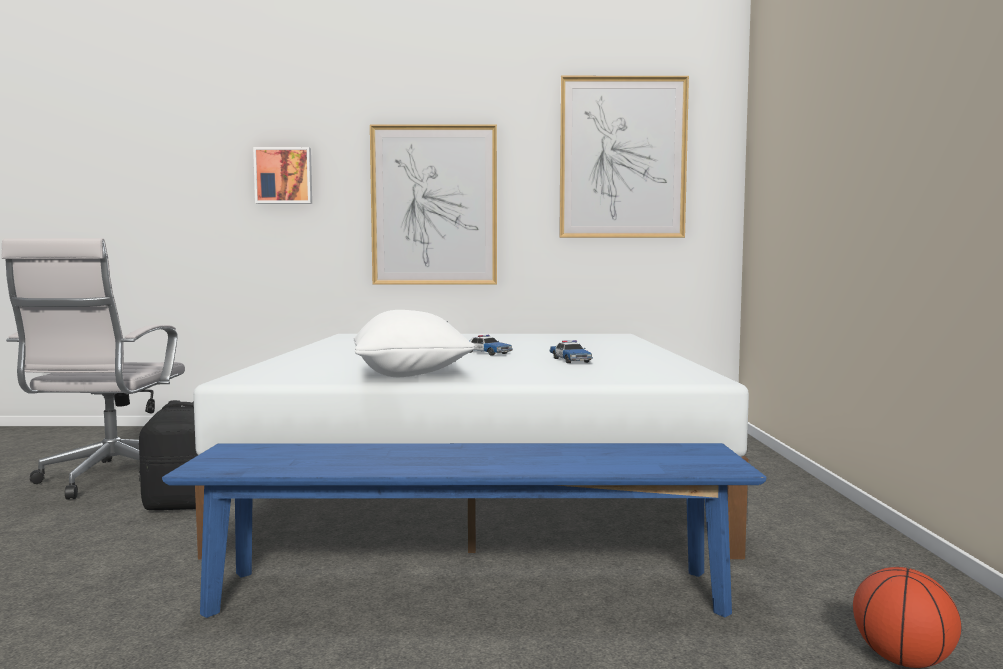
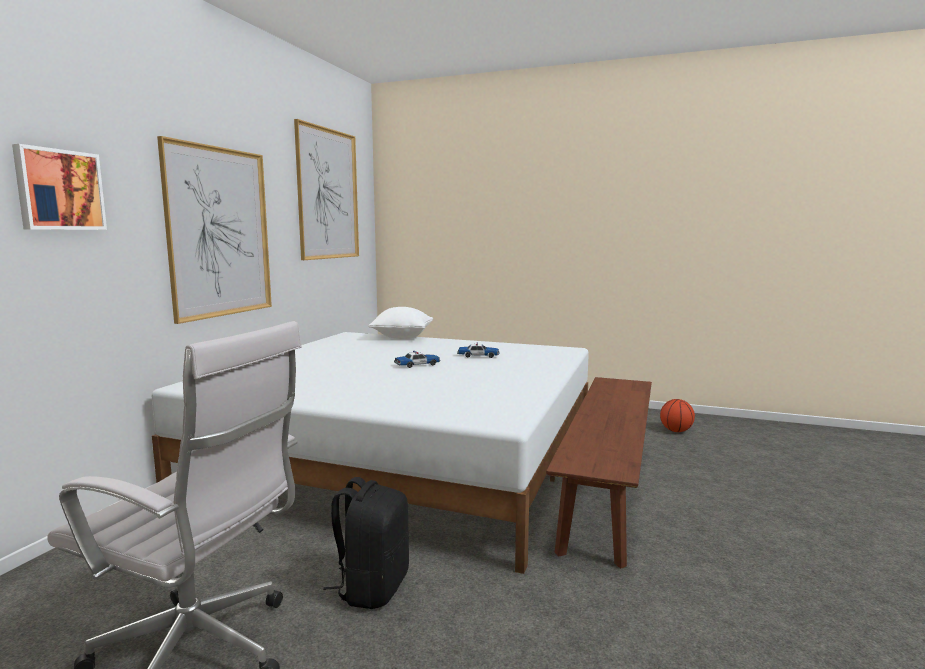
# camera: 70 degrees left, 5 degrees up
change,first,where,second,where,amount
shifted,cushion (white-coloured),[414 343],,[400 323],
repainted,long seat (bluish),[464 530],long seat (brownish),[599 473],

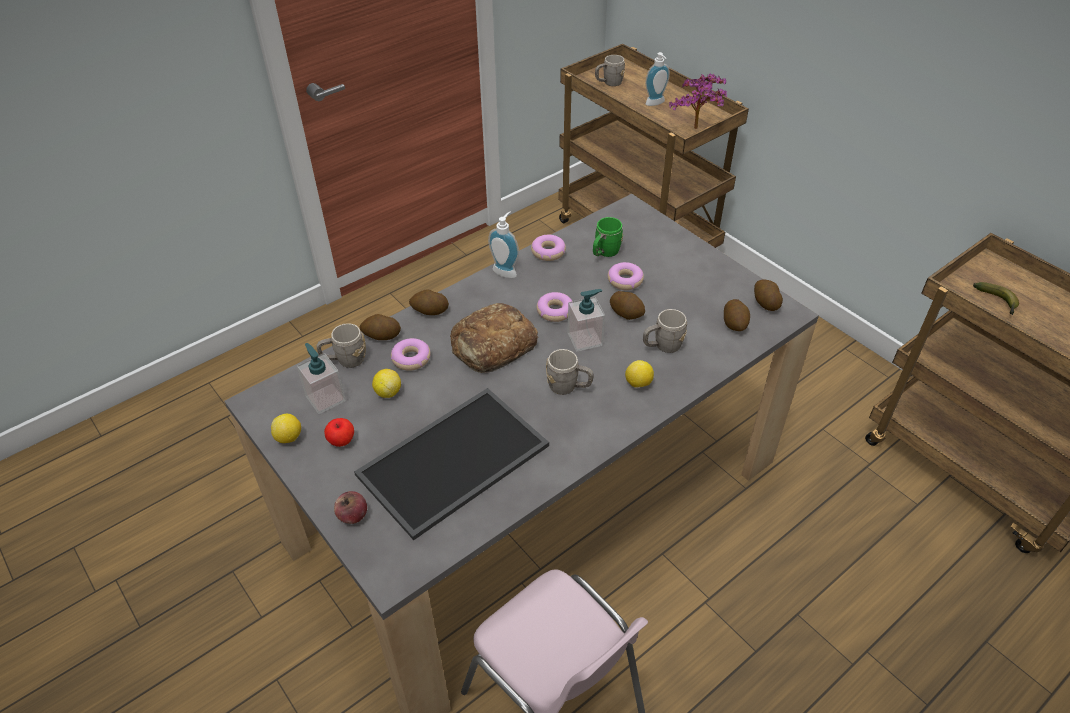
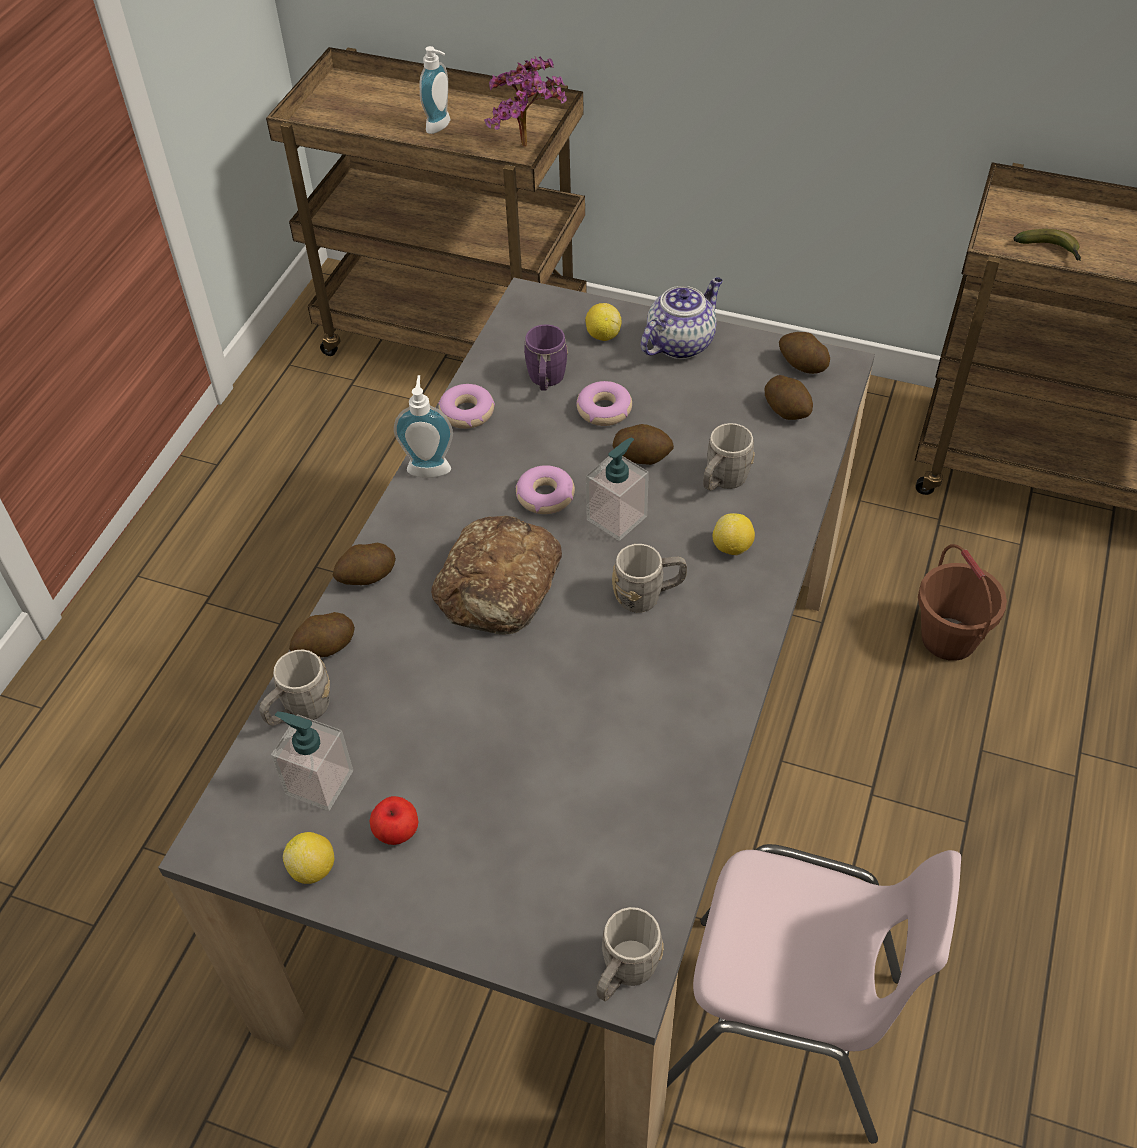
# camera: 30 degrees left, 5 degrees up
change,first,where,second,where,amount
gone,apple,[350 507],,,
gone,tray,[451 464],,,
gone,doughnut,[411 354],,,
new,,,teapot,[682 318],
new,,,pail (brownish),[962 602],
shifted,lemon,[386 383],,[603 322],
shifted,tea mug (grey),[610 70],,[630 954],
repainted,tea mug (greenish),[608 237],tea mug (purple),[546 357],

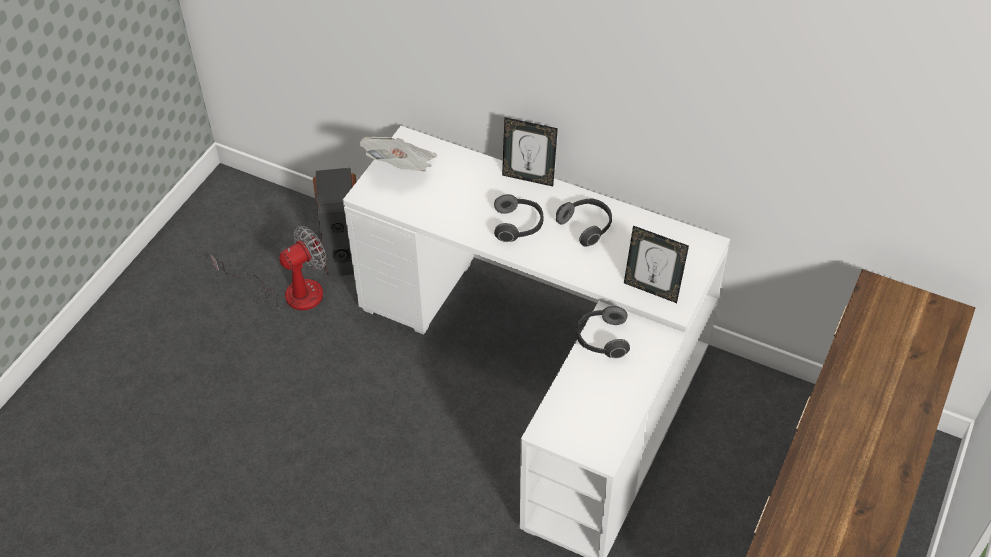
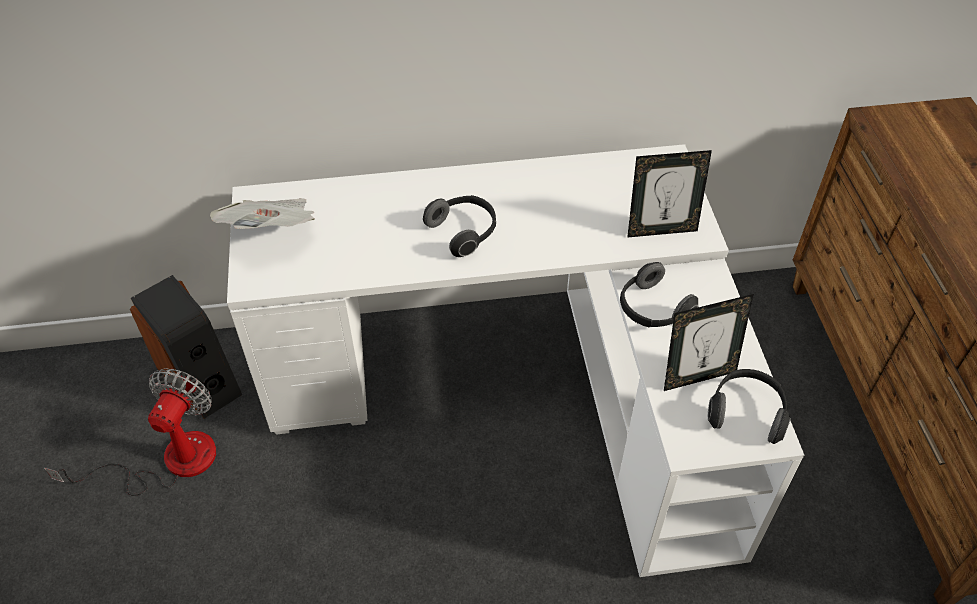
# camera: 35 degrees left, 0 degrees up
change,first,where,second,where,amount
shifted,picture frame,[530 151],,[708 342],
shifted,headphones,[584 222],,[749 406],

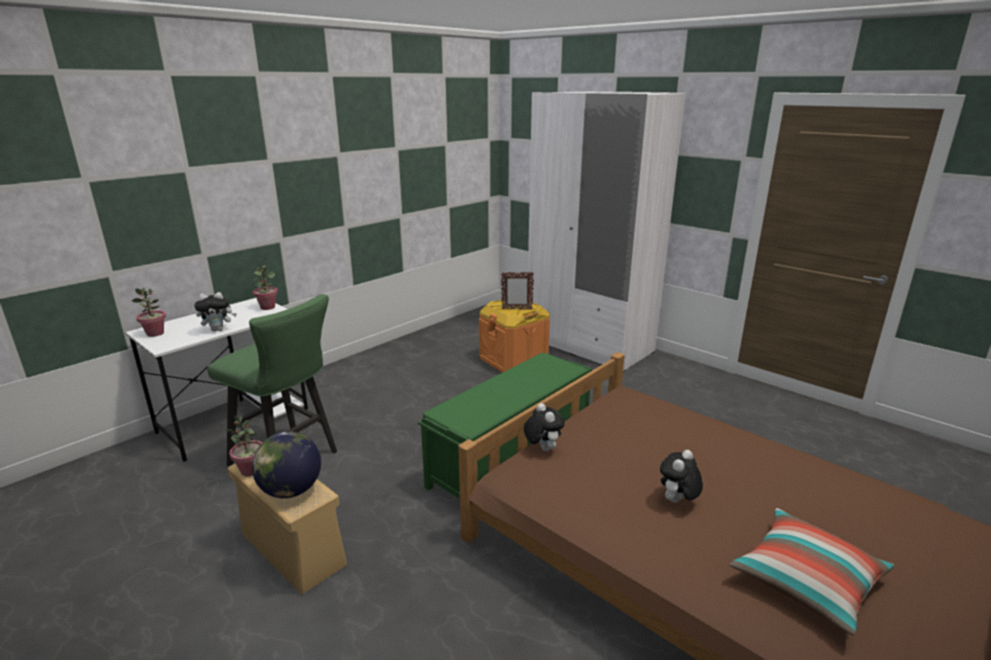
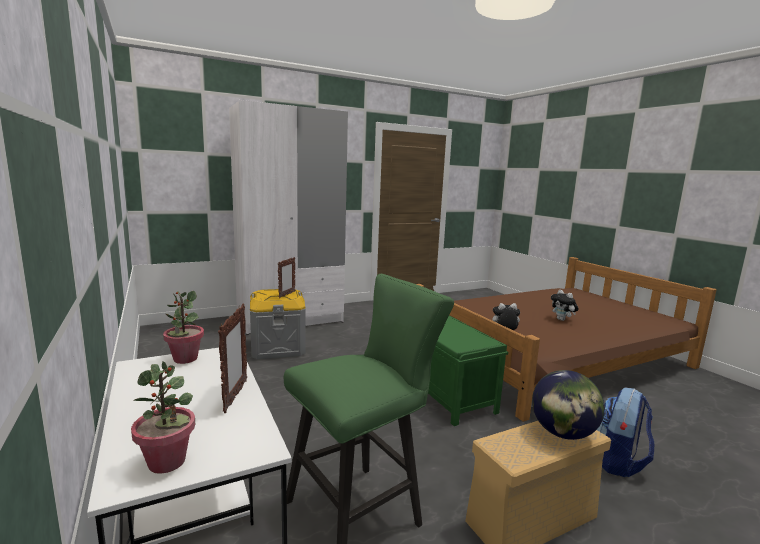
# camera: 70 degrees left, 10 degrees down
change,first,where,second,where,amount
gone,houseplant,[244 446],,,
gone,cushion,[811 572],,,
new,,,backpack,[625 432],
swapped,plush toy,[215 312],picture frame,[232 358],
repainted,storage box (orange),[514 336],storage box (grey),[277 324],

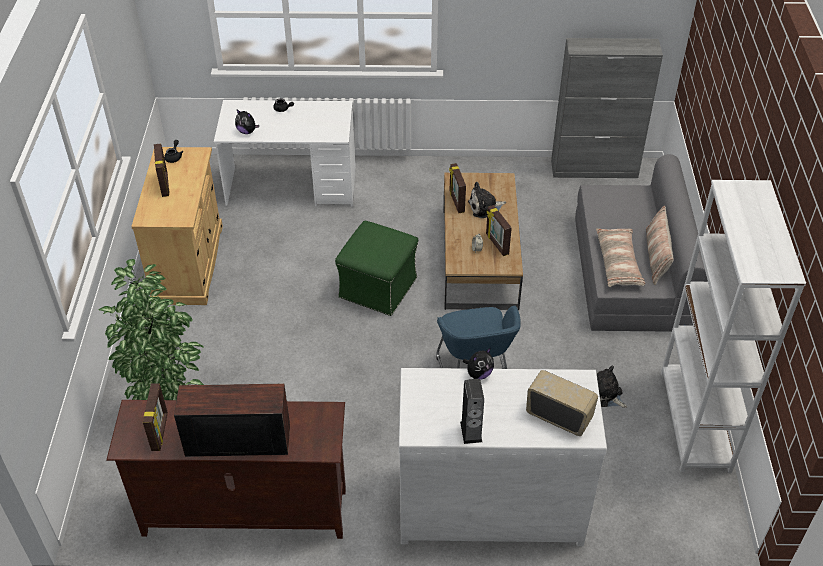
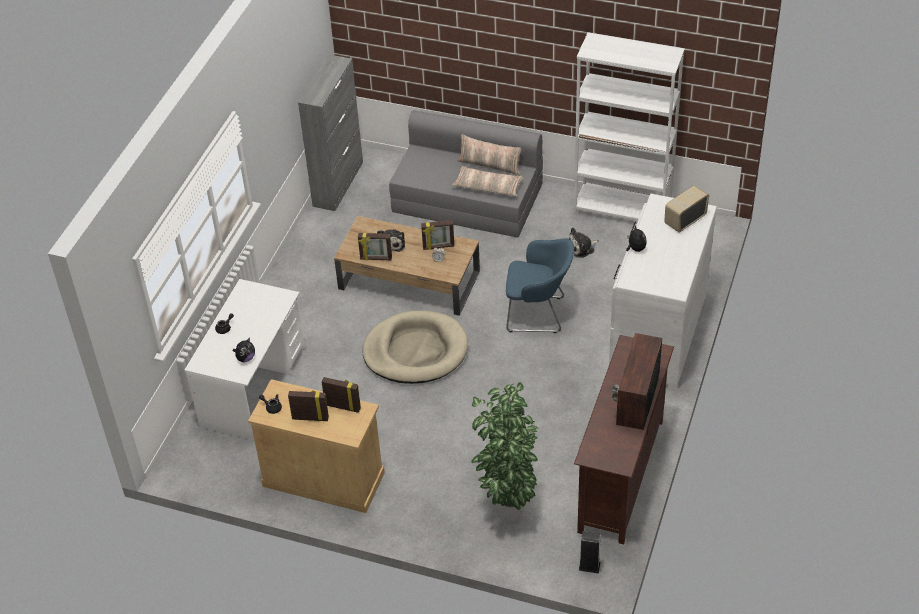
# camera: 70 degrees left, 0 degrees up
change,first,where,second,where,amount
shifted,picture frame,[155 417],,[341 395],
shifted,loudspeaker,[472 411],,[590 552],
swapped,footrest (greenish),[376 268],pet bed (sand-coloured),[415 347],

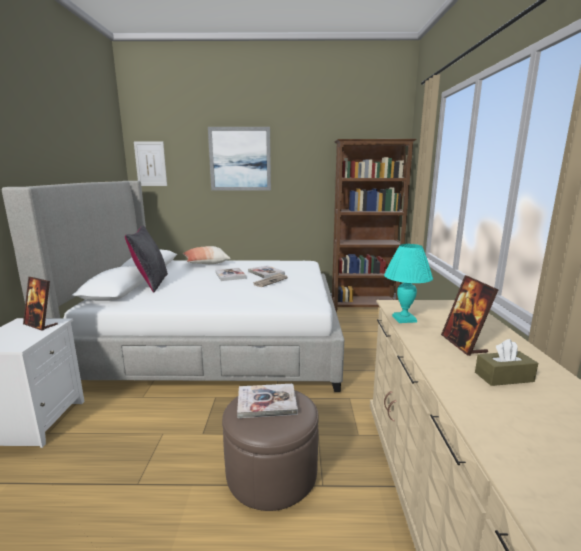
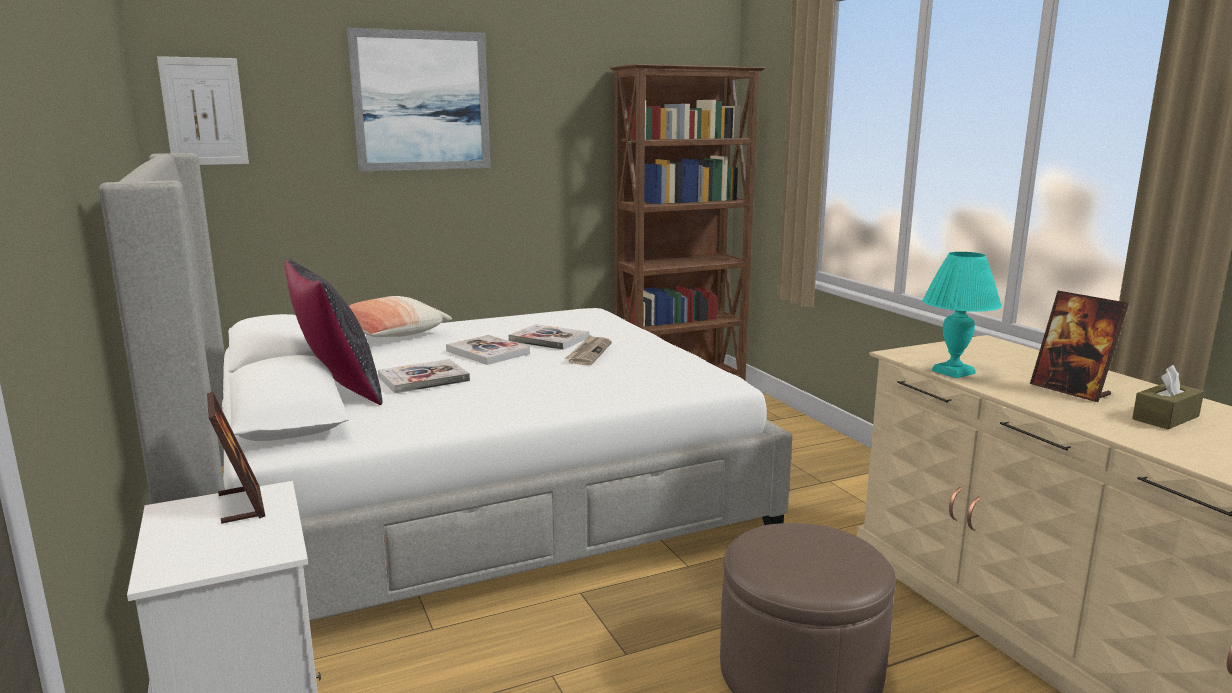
# camera: 25 degrees left, 0 degrees up
change,first,where,second,where,amount
shifted,bound book,[267 401],,[424 376],
rotated,picture frame,[40 304],,[236 457],120 degrees counterclockwise

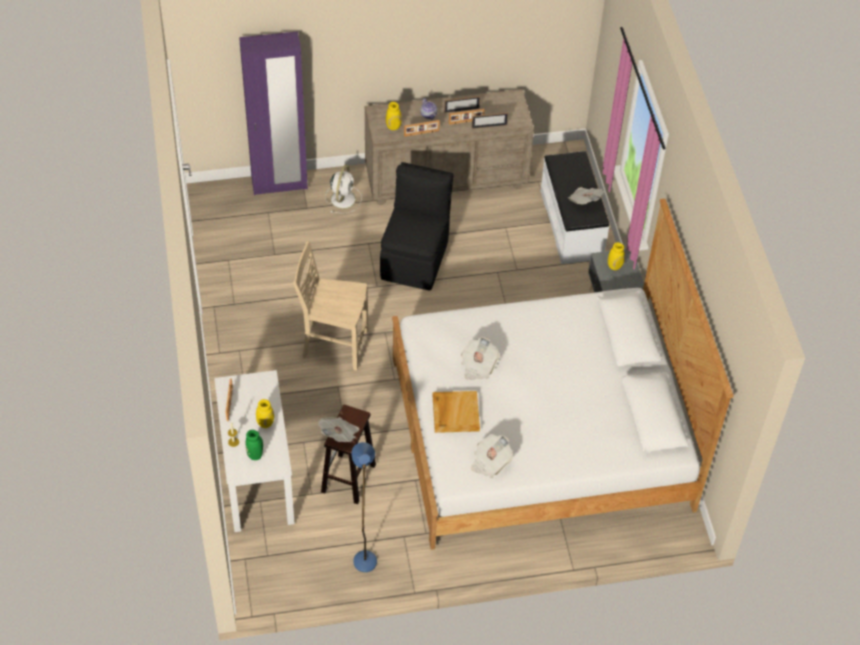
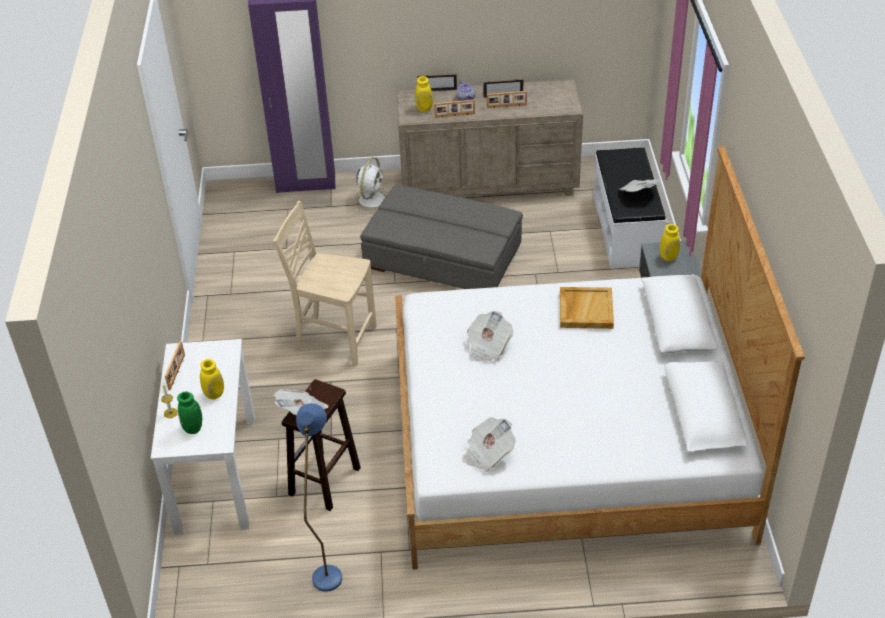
# camera: 10 degrees right, 10 degrees down
change,first,where,second,where,amount
shifted,tray (sand-coloured),[456 412],,[587 308],
shifted,picture frame,[490 121],,[437 82],
swapped,plain chair (black),[416 226],footrest (grey),[441 237],

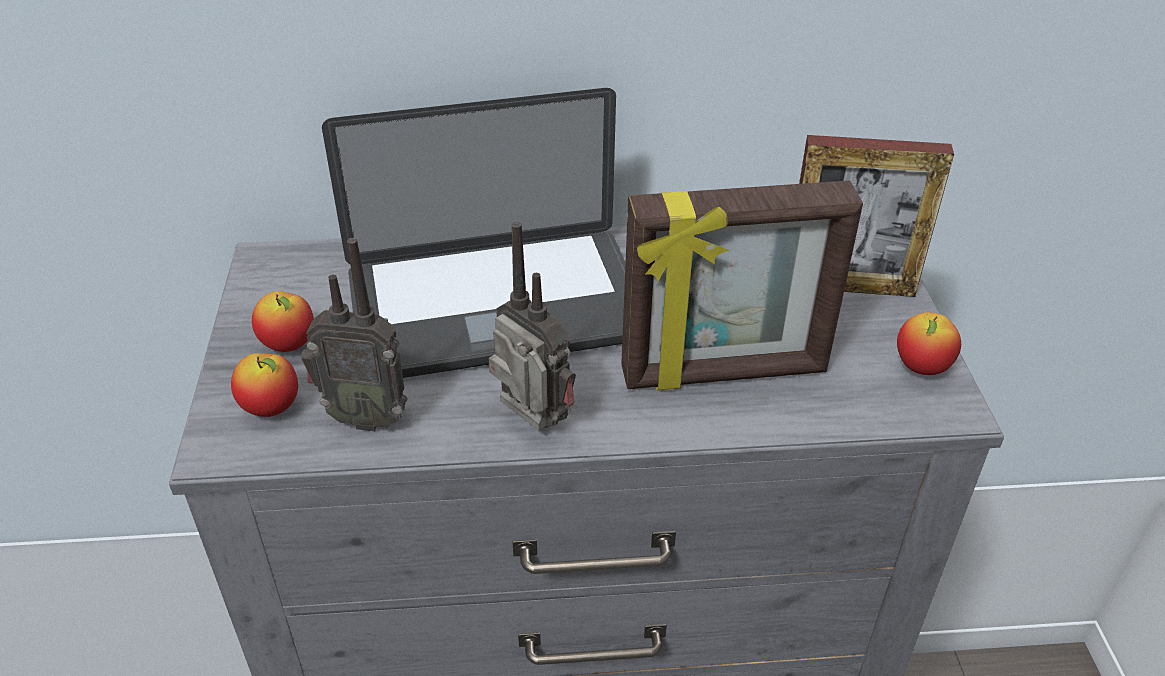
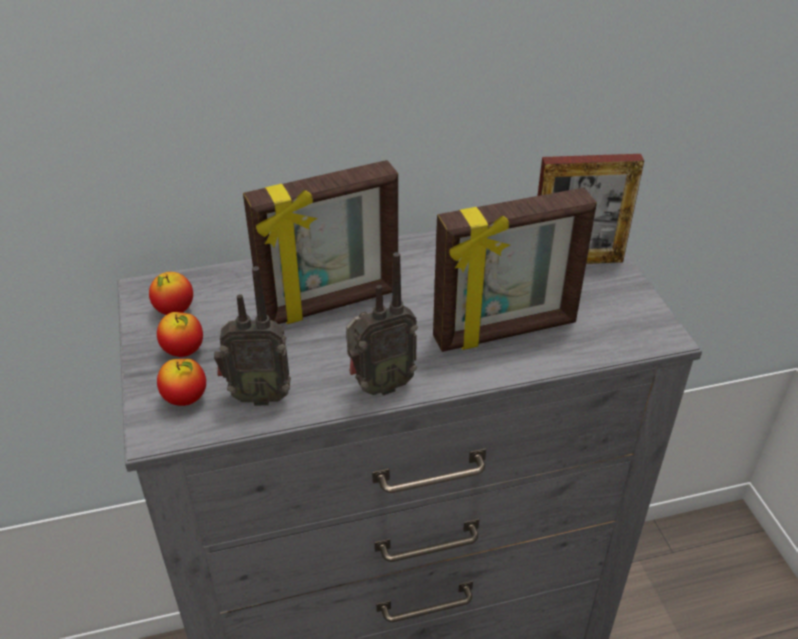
# camera: 10 degrees left, 0 degrees up
change,first,where,second,where,amount
shifted,apple,[929 343],,[171 293],
swapped,laptop,[473 233],picture frame,[320 242],
rotated,radio,[532 326],,[382 323],120 degrees clockwise

